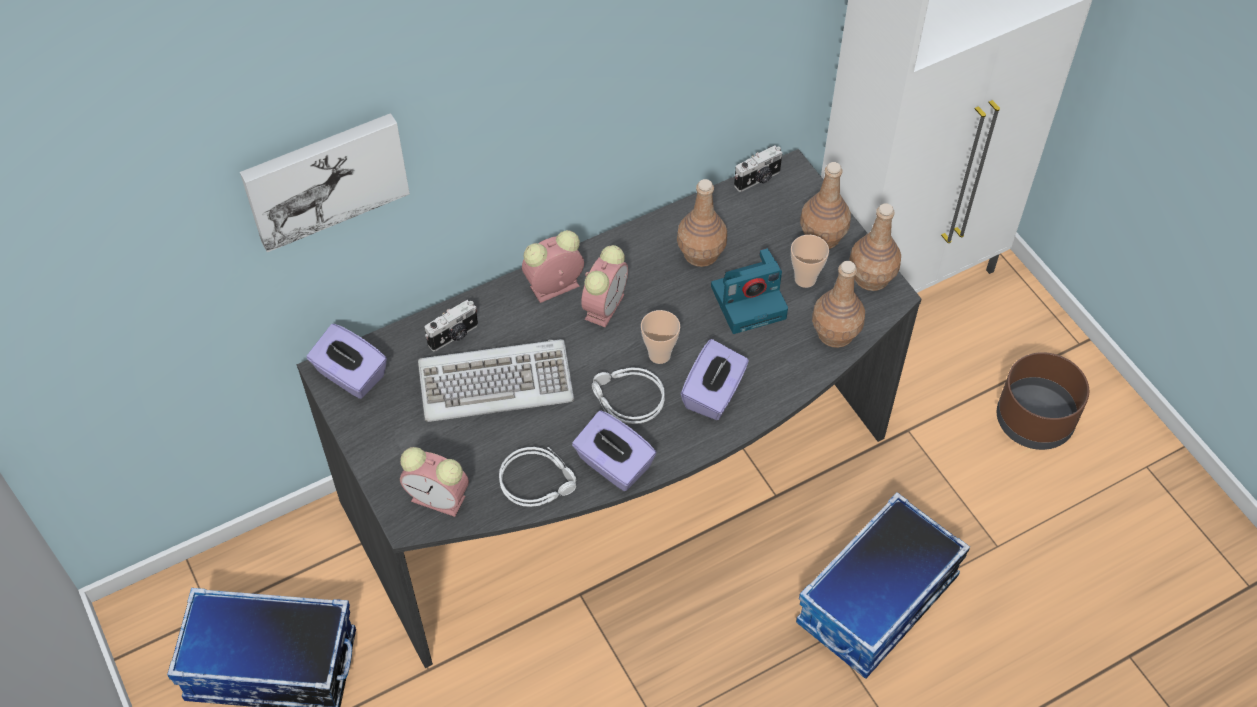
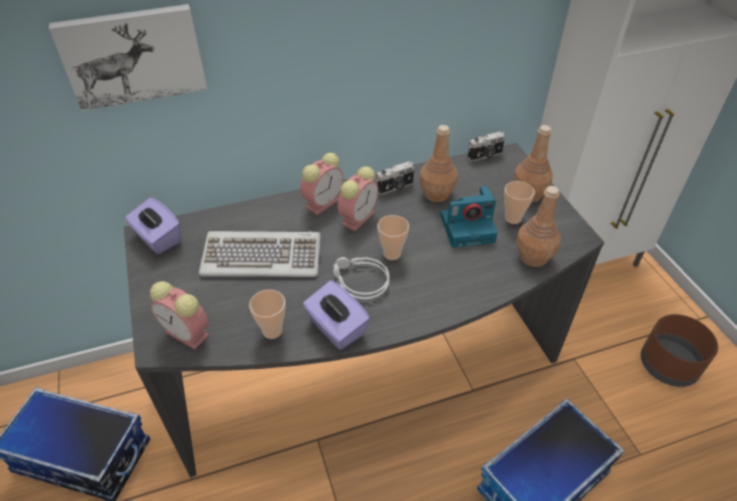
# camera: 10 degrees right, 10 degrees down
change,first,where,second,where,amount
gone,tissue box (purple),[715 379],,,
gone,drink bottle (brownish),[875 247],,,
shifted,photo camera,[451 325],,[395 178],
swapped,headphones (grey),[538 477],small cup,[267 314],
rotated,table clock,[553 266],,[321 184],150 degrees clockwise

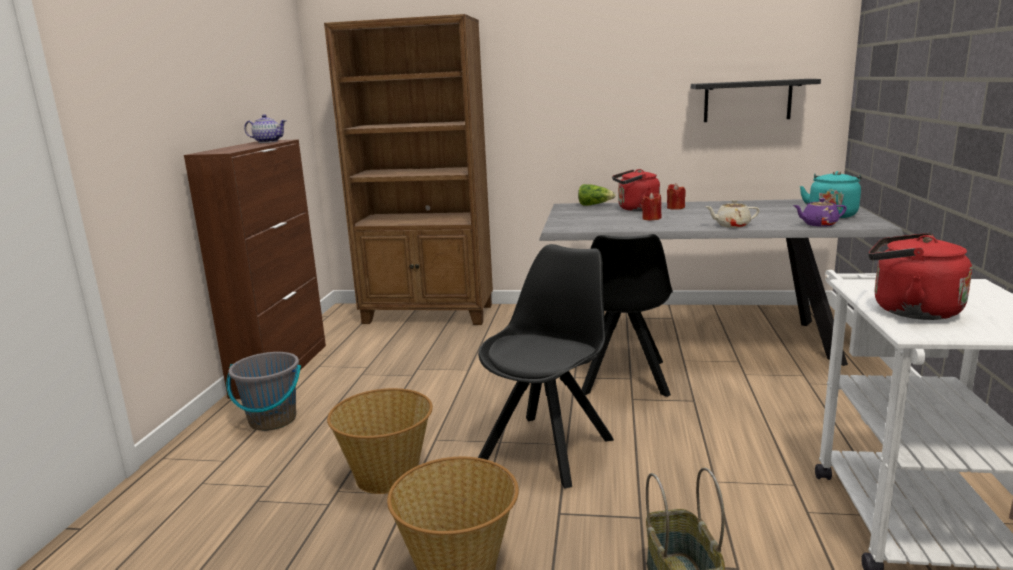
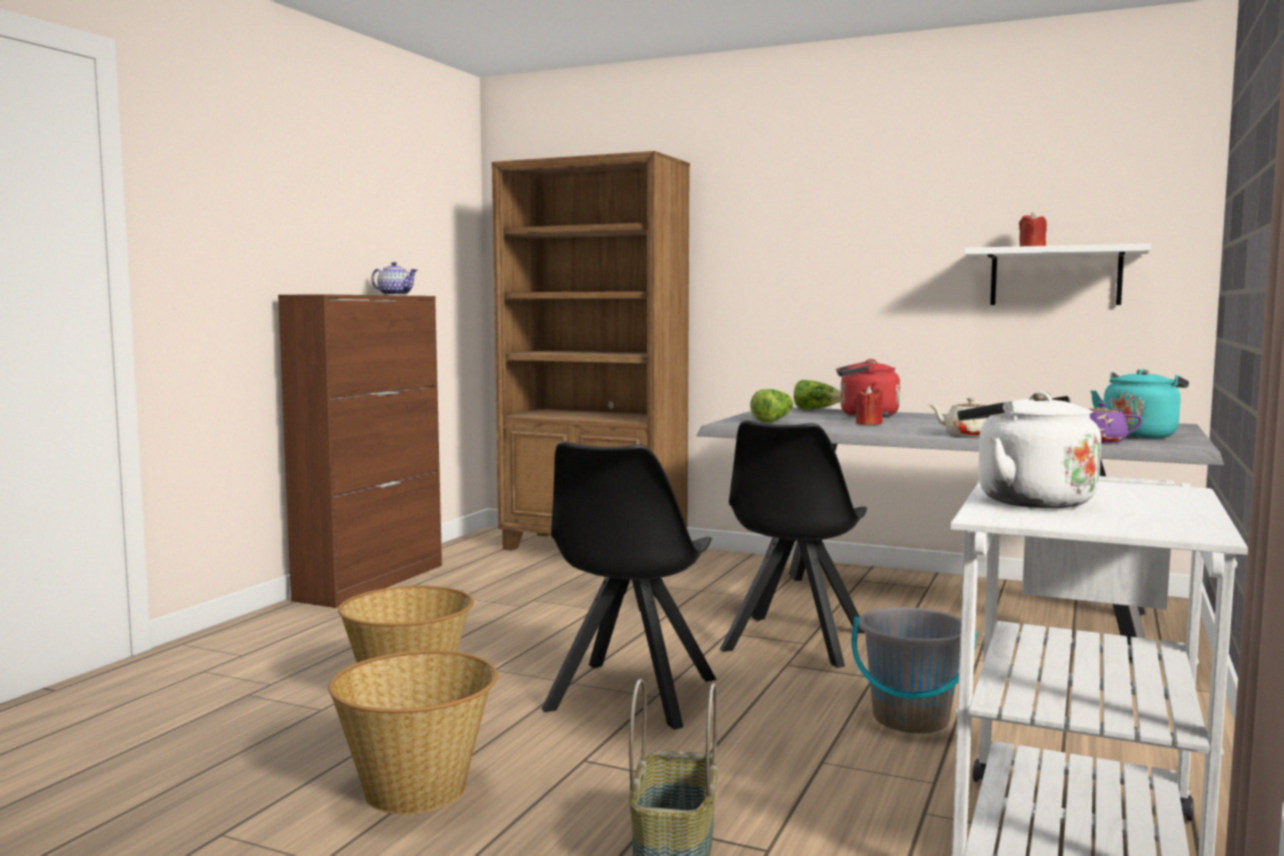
# camera: 15 degrees right, 10 degrees down
change,first,where,second,where,amount
new,,,head of lettuce,[771 405],
shifted,pail (grey),[263 391],,[914 670],
shifted,candle (red),[676 196],,[1033 229],
repainted,bracket shelf (black),[756 100],bracket shelf (white-coloured),[1057 274],
repainted,tea kettle (red),[920 276],tea kettle (white-coloured),[1029 450],
rotated,plain chair (black),[546 366],,[629 585],150 degrees clockwise

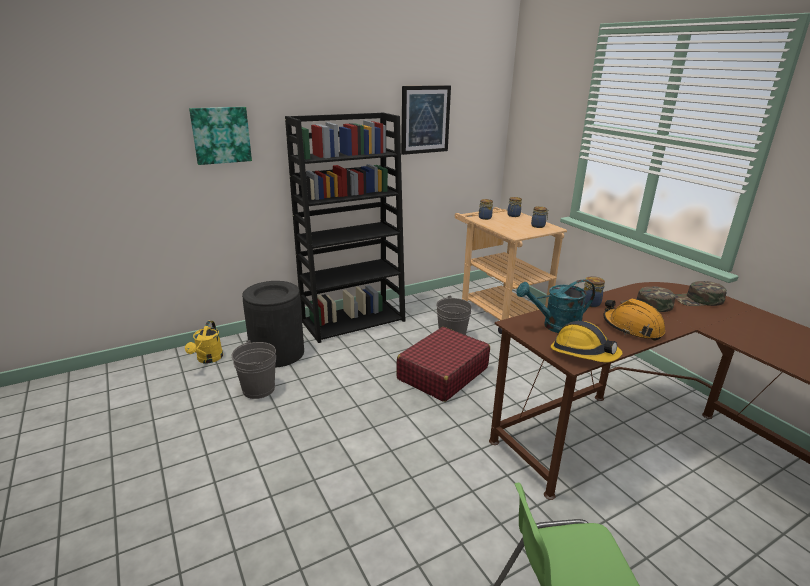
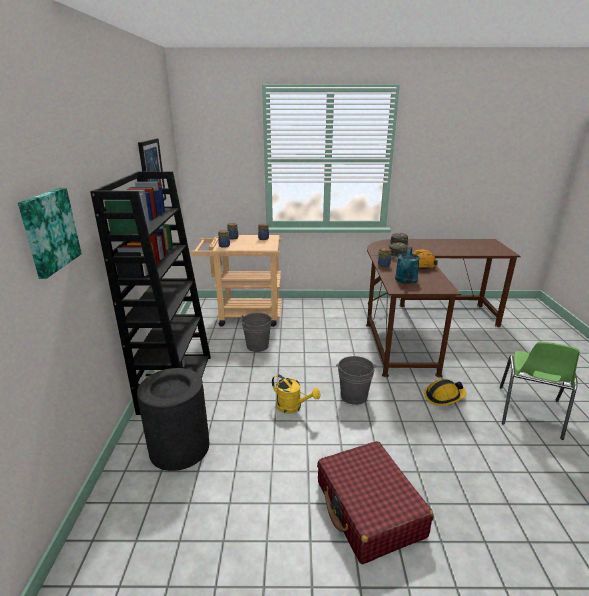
# camera: 60 degrees left, 0 degrees up
change,first,where,second,where,amount
shifted,sprinkling can (yellow-coloured),[204 342],,[296 394],
shifted,pail (grey),[254 369],,[356 380],
shifted,travel case (red),[443 364],,[375 502],
shifted,safety helmet,[587 342],,[445 392],

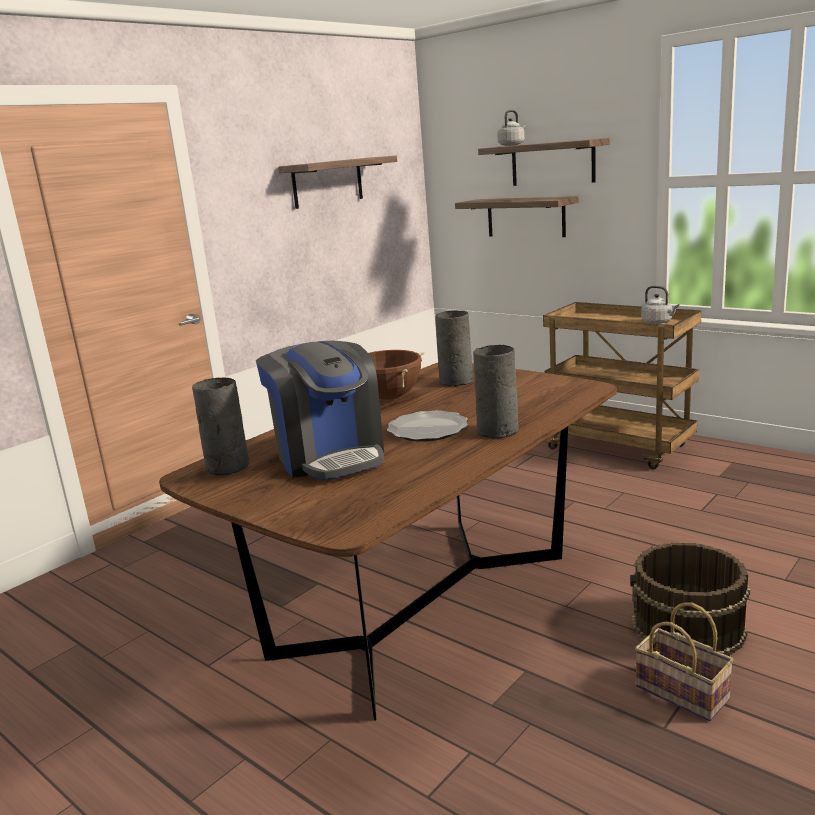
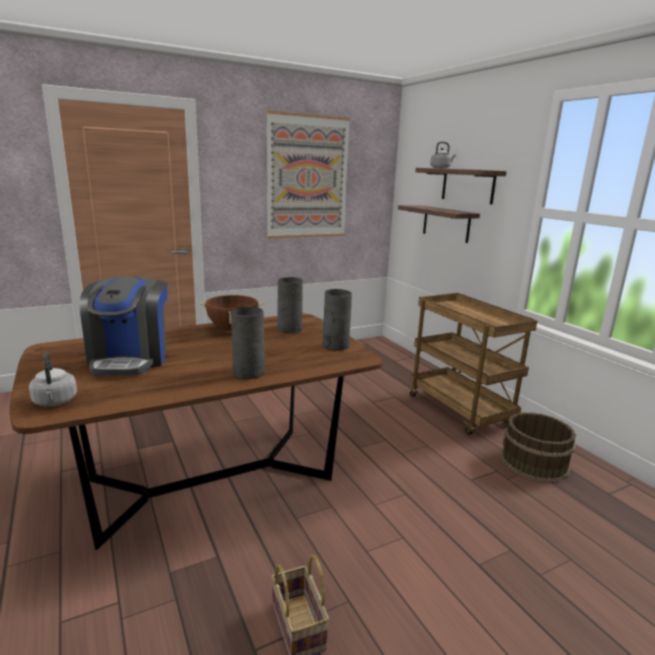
# camera: 20 degrees right, 0 degrees up
change,first,where,second,where,amount
gone,plate,[427 426],,,
shifted,flower vase (grey),[220 426],,[337 319],
shifted,pail (brownish),[690 599],,[538 447],
shifted,tea kettle (grey),[660 305],,[53 379],
swapped,bracket shelf,[337 182],wall art,[308 174],

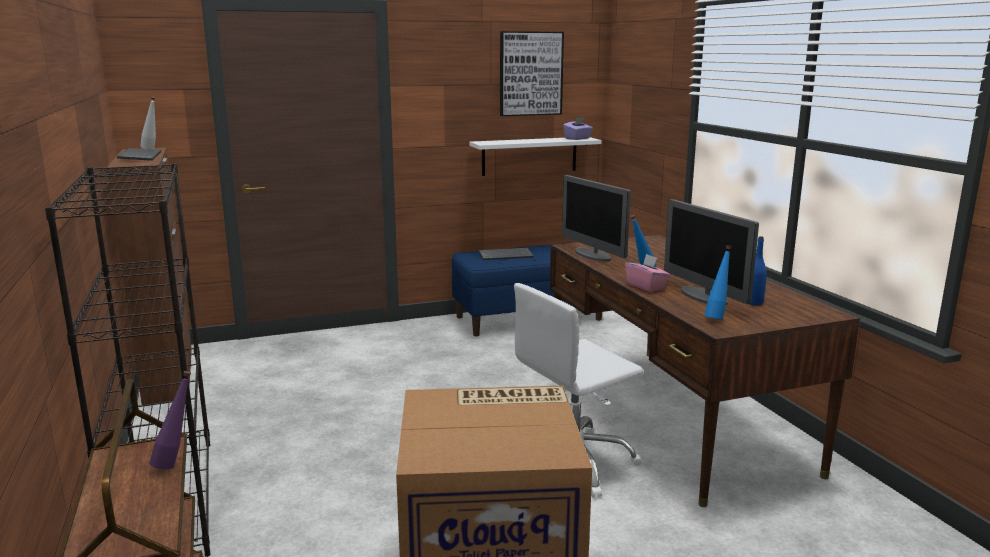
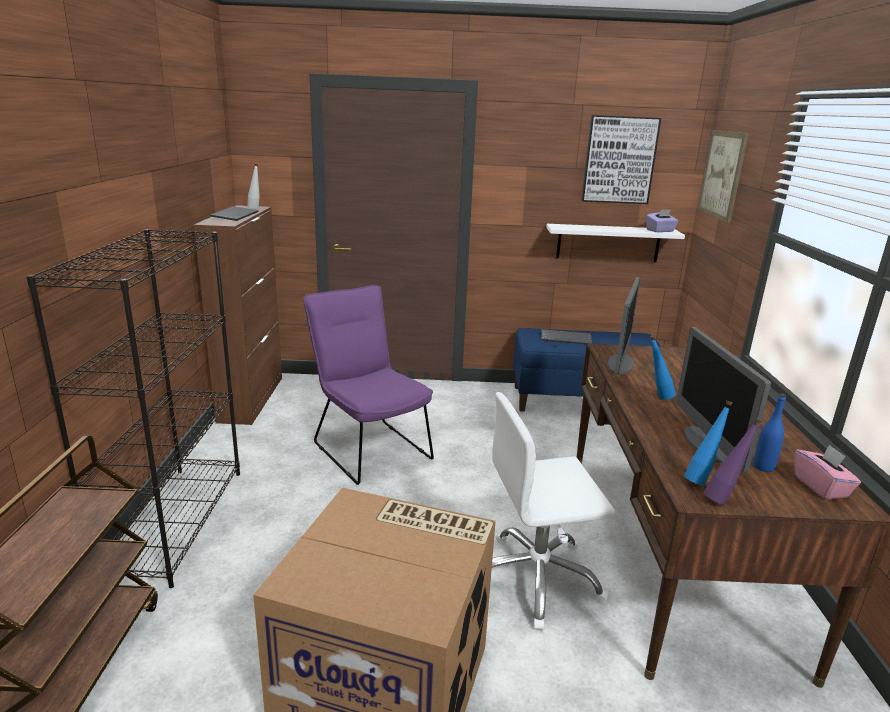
# camera: 20 degrees right, 5 degrees up
change,first,where,second,where,amount
new,,,plain chair (purple),[368 385],
new,,,wall art,[723 176],
shifted,drink bottle (purple),[170 420],,[733 461],
shifted,tissue box (pinkish),[647 273],,[827 471],
rotated,monitor,[596 218],,[623 326],150 degrees counterclockwise

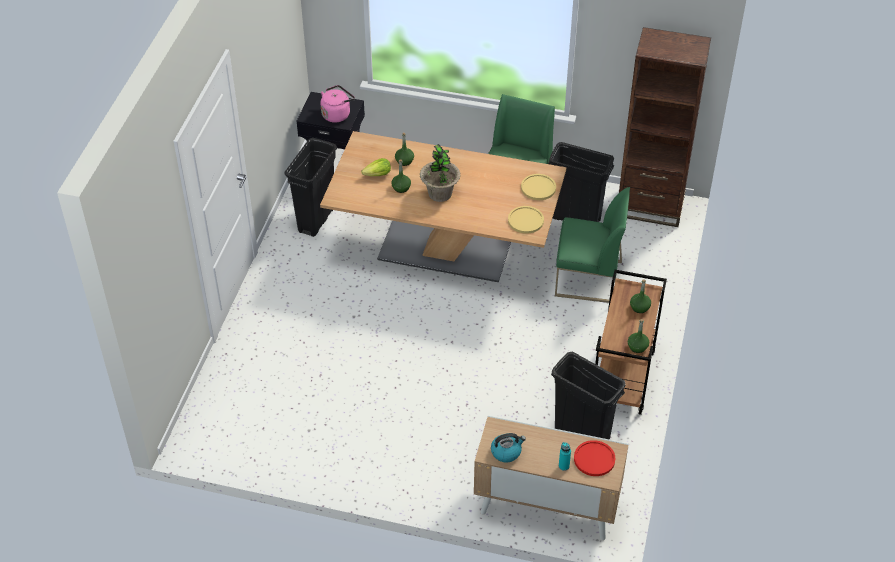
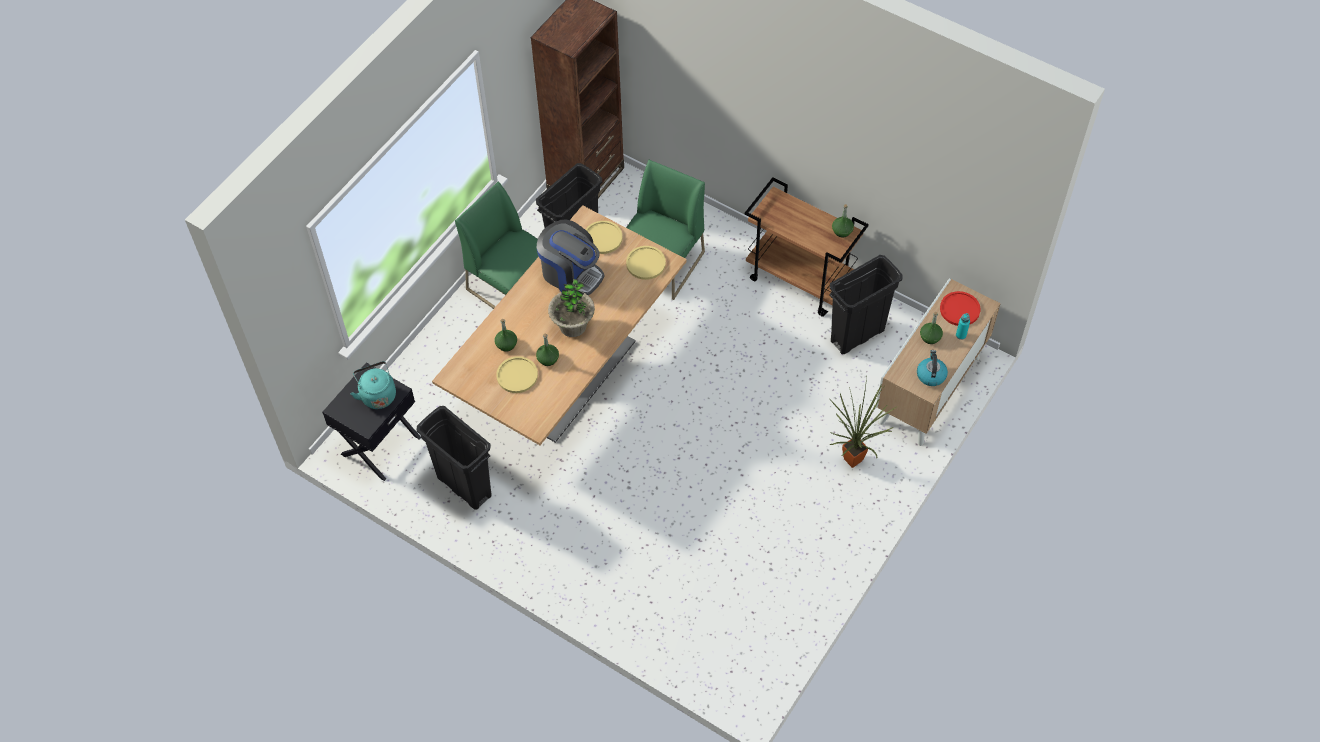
# camera: 70 degrees left, 10 degrees up
change,first,where,second,where,amount
new,,,coffee brewer,[570 257],
new,,,houseplant,[864 422],
shifted,drink bottle (greenish),[640 296],,[931 328],
swapped,head of lettuce,[376 167],plate (yellow-coloured),[517 374],
repainted,tea kettle (pinkish),[338 104],tea kettle (turquoise),[373 385],

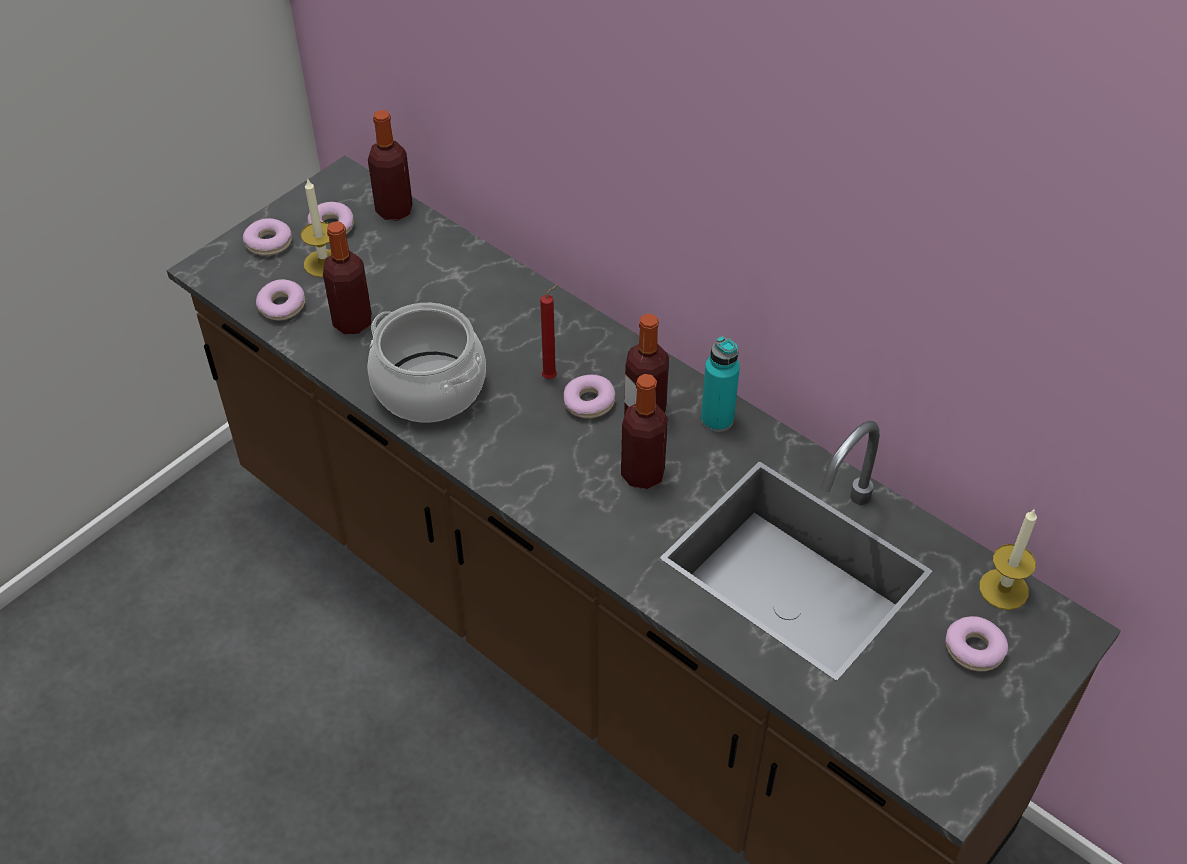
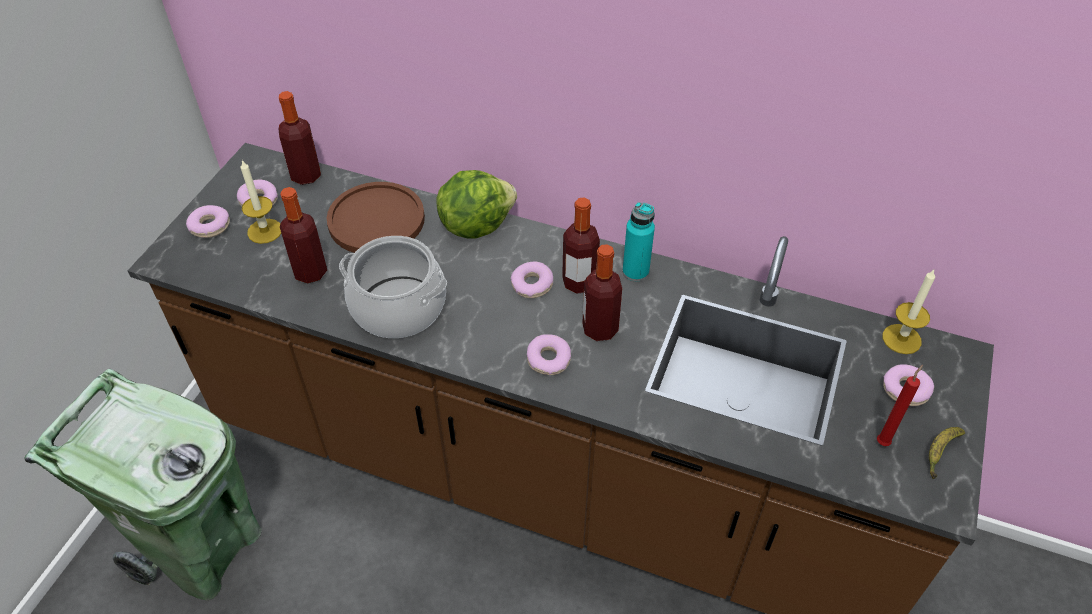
# camera: 20 degrees left, 0 degrees up
change,first,where,second,where,amount
new,,,trash can (greenish),[143 484],
new,,,plate (brownish),[376 217],
new,,,head of lettuce,[476 204],
new,,,whole banana,[947 453],
shifted,doughnut,[280 300],,[549 354],
shifted,candle (red),[549 331],,[900 405],

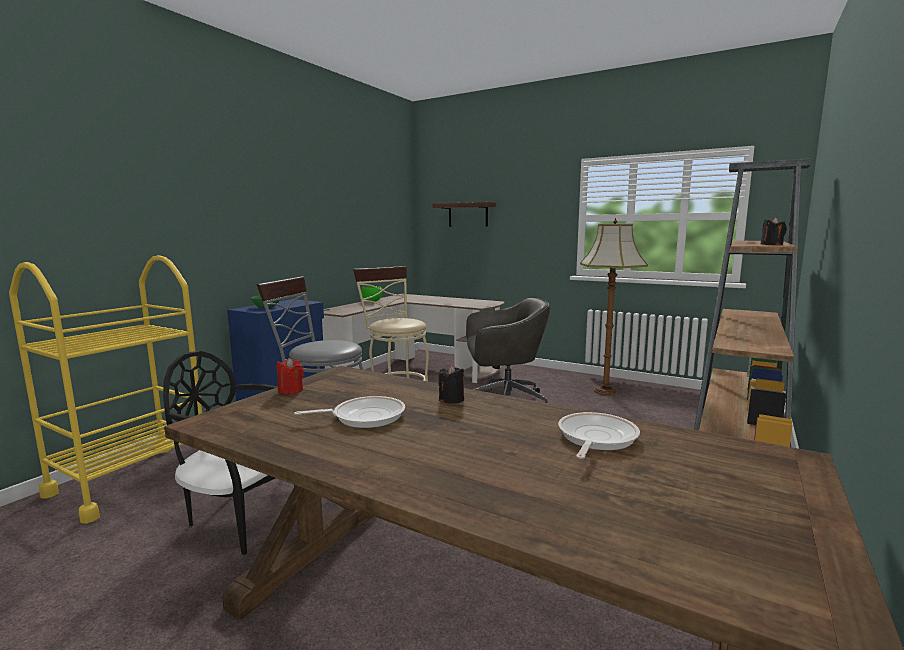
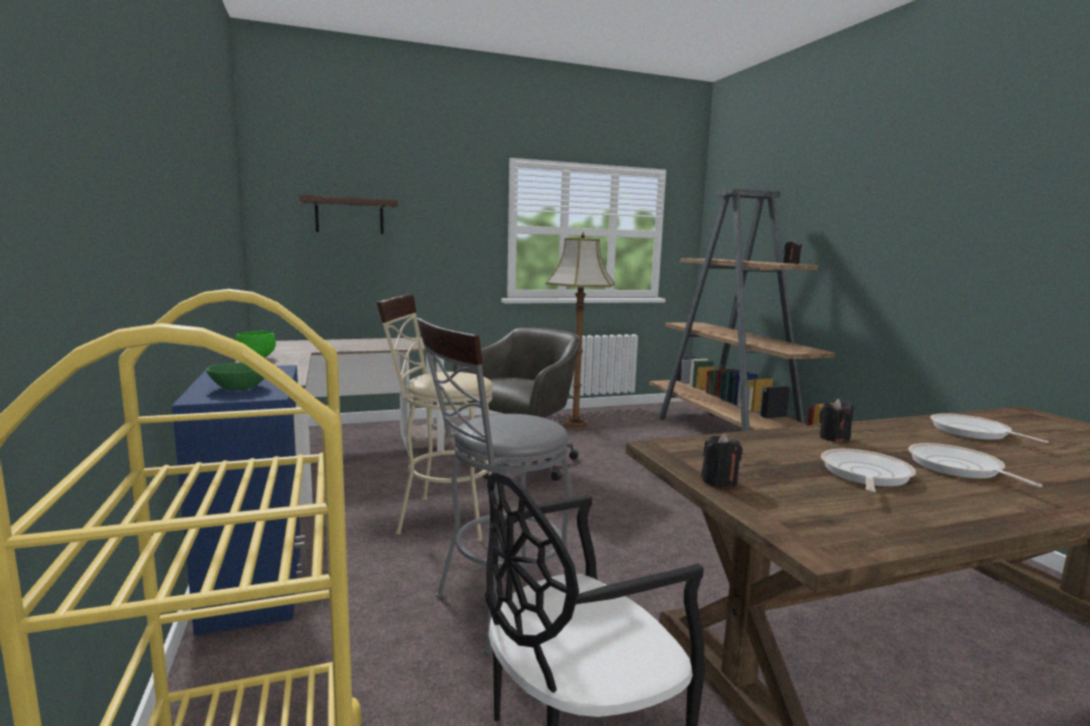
# camera: 50 degrees left, 0 degrees up
change,first,where,second,where,amount
new,,,pan,[975 465],
repainted,candle (red),[290 376],candle (black),[722 461],

